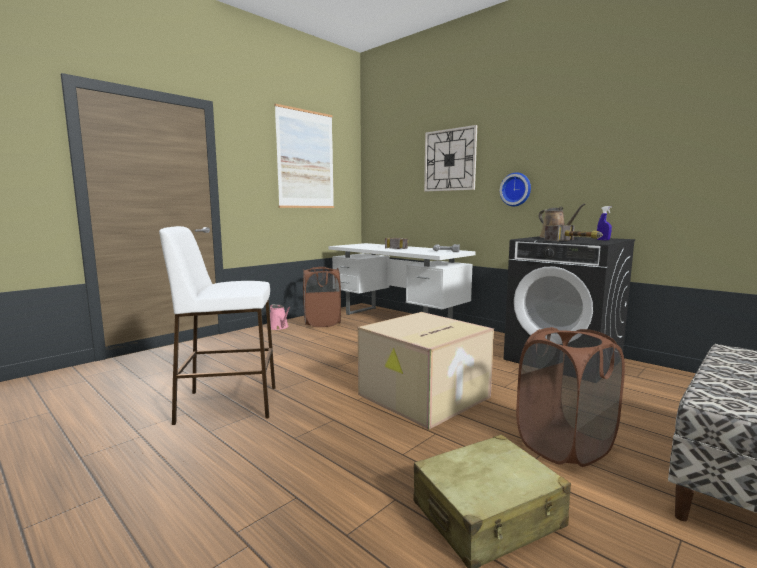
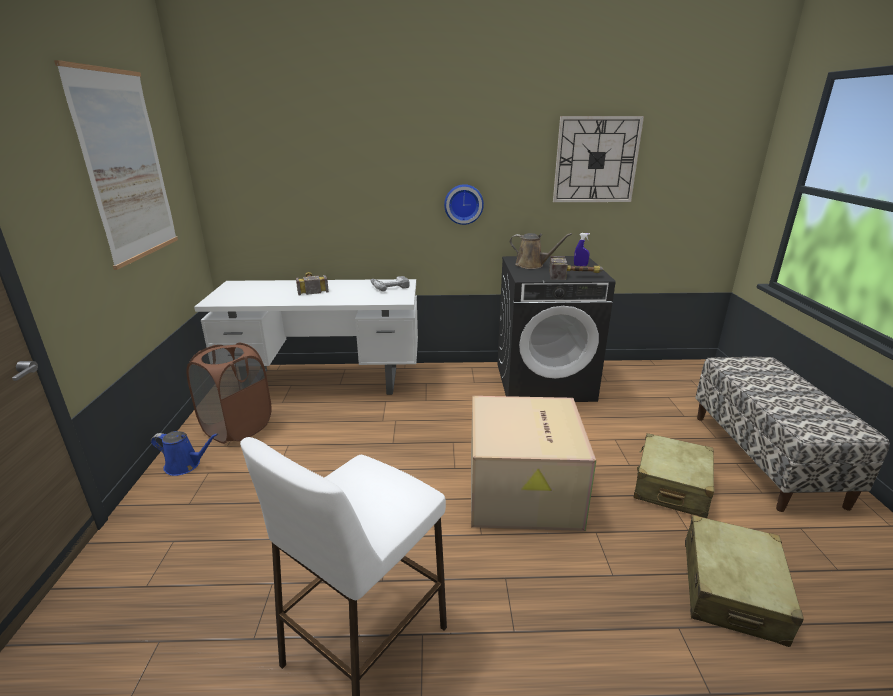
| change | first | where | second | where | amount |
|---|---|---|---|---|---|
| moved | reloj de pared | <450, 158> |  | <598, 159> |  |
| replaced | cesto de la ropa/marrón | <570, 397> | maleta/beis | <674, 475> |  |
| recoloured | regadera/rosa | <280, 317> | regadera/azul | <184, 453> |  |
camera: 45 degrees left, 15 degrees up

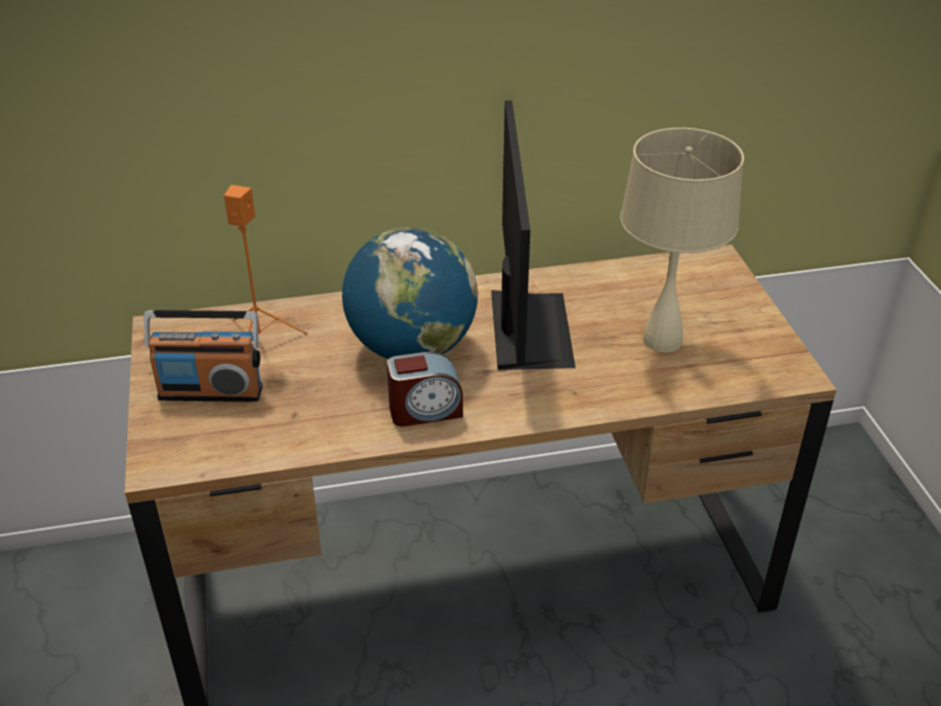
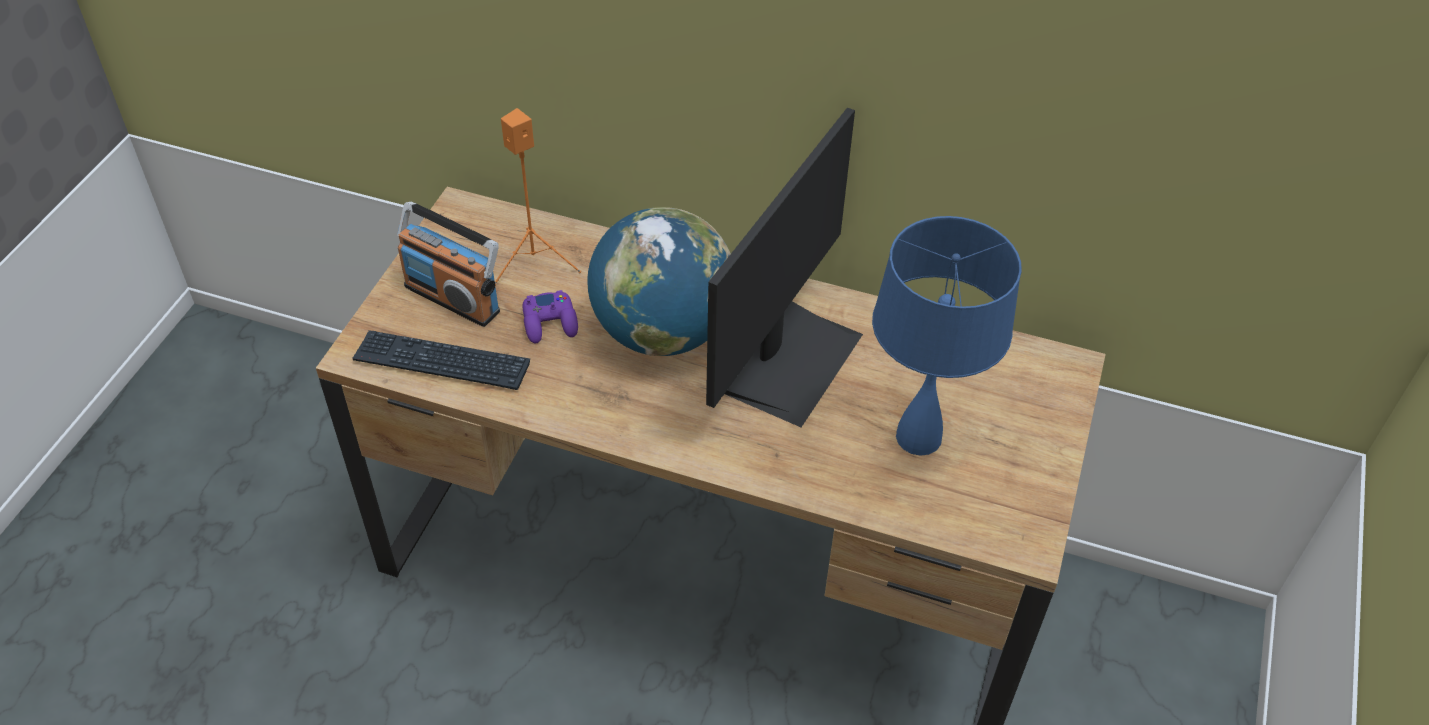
| change | first | where | second | where | amount |
|---|---|---|---|---|---|
| removed | despertador | <425, 389> |  |  |  |
| added |  |  | teclado | <441, 360> |  |
| added |  |  | mando de consola/morado | <550, 316> |  |
| recoloured | lámpara de mesa/beis | <682, 240> | lámpara de mesa/azul | <947, 336> |  |
camera: 30 degrees right, 10 degrees up

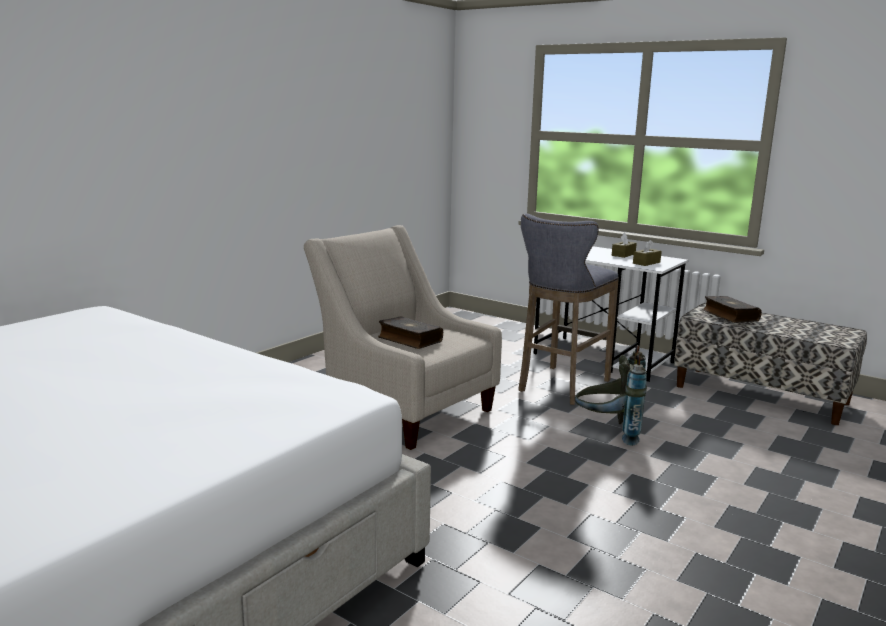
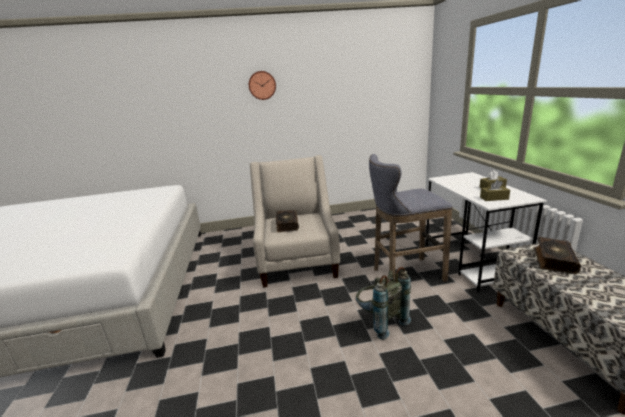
| change | first | where | second | where | amount |
|---|---|---|---|---|---|
| added |  |  | reloj de pared | <262, 85> |  |
camera: 45 degrees right, 5 degrees up

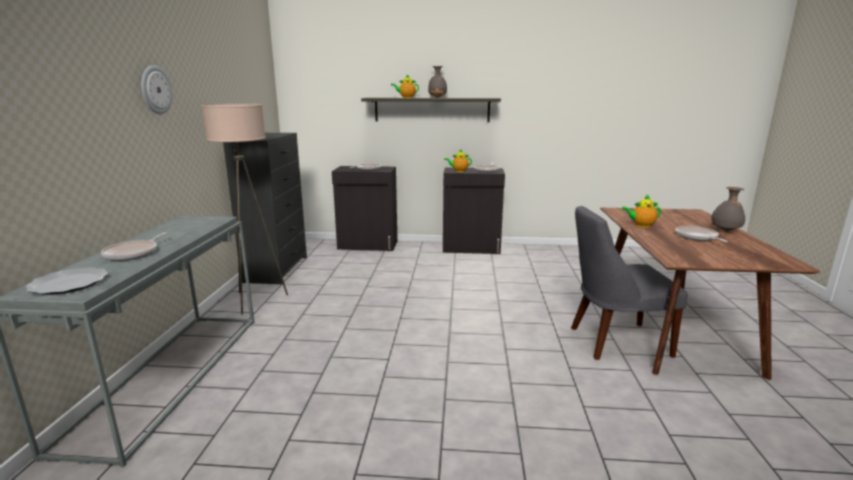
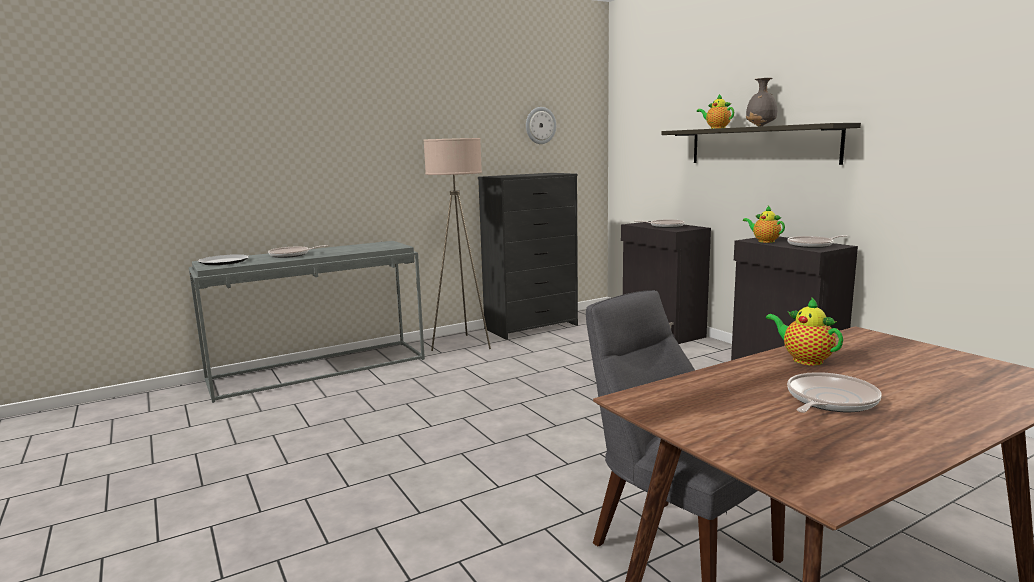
| change | first | where | second | where | amount |
|---|---|---|---|---|---|
| removed | florero/gris | <728, 209> |  |  |  |
| moved | reloj de pared | <156, 89> |  | <541, 125> |  |
camera: 55 degrees right, 5 degrees down

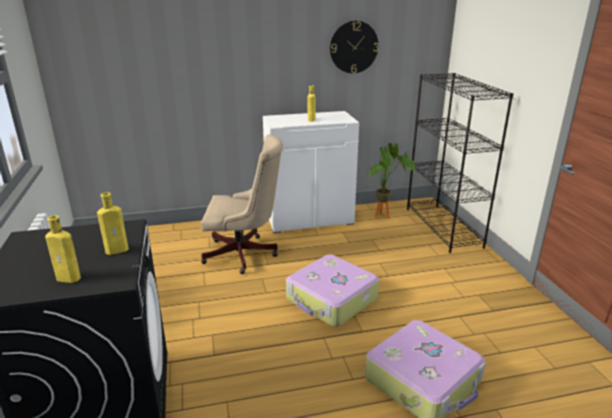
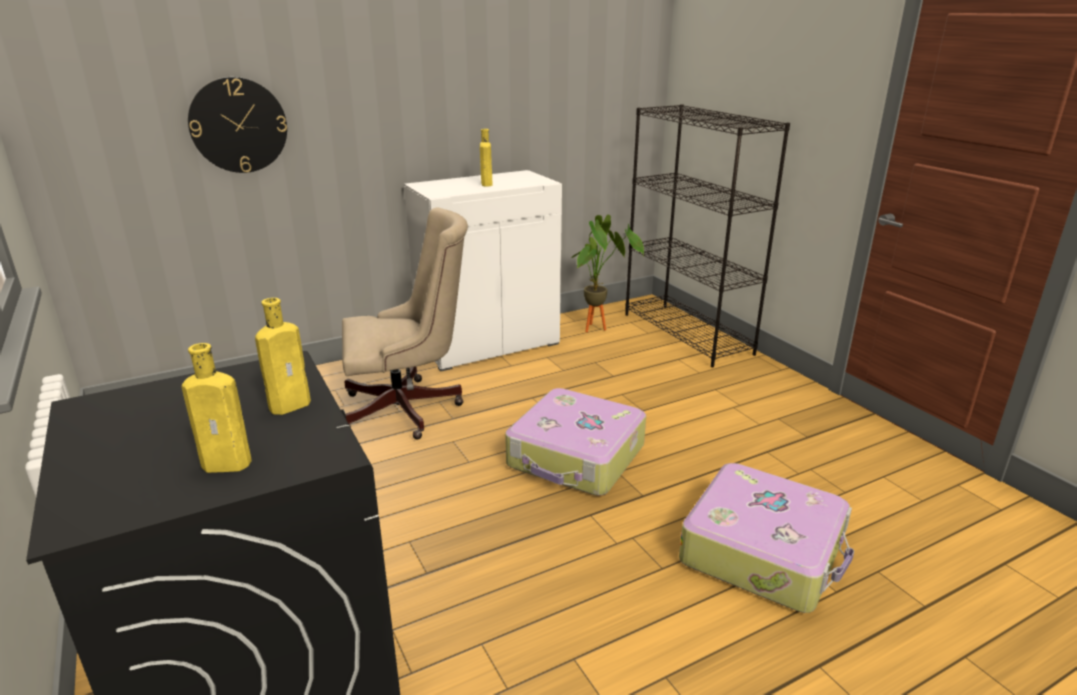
| change | first | where | second | where | amount |
|---|---|---|---|---|---|
| moved | reloj de pared | <354, 47> |  | <237, 125> |  |
camera: 15 degrees left, 0 degrees up

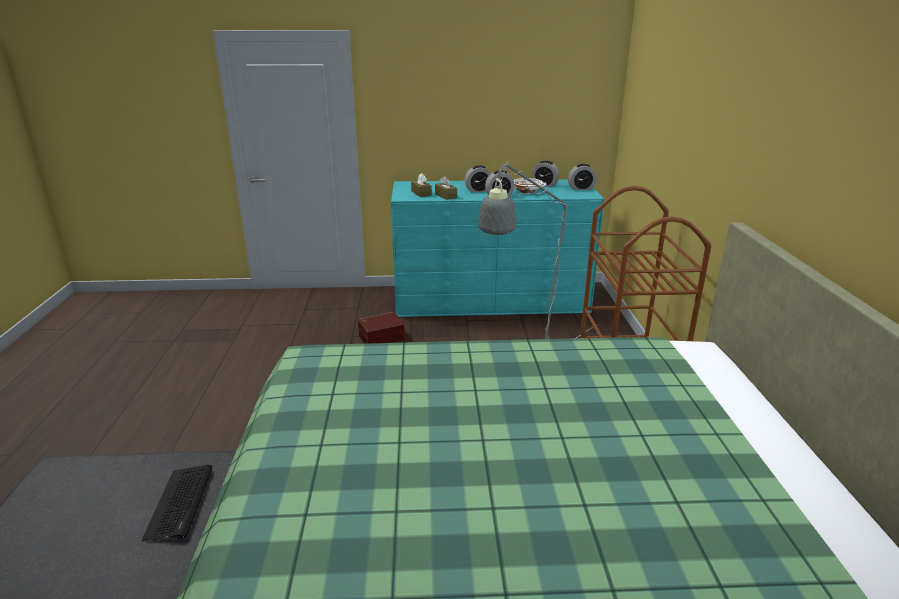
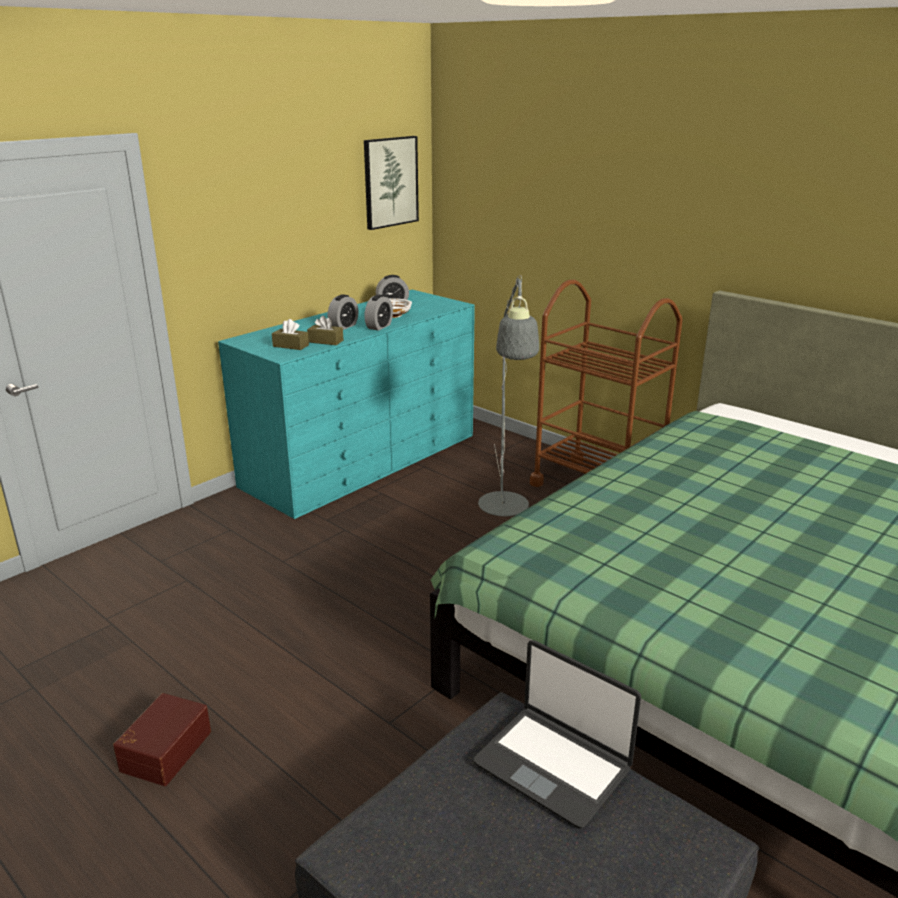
| change | first | where | second | where | amount |
|---|---|---|---|---|---|
| removed | despertador | <582, 177> |  |  |  |
| added |  |  | cuadro | <391, 183> |  |
| moved | caja de almacenaje/marrón | <381, 328> |  | <162, 739> |  |
| replaced | teclado | <177, 503> | portátil | <557, 734> |  |
camera: 45 degrees left, 0 degrees up

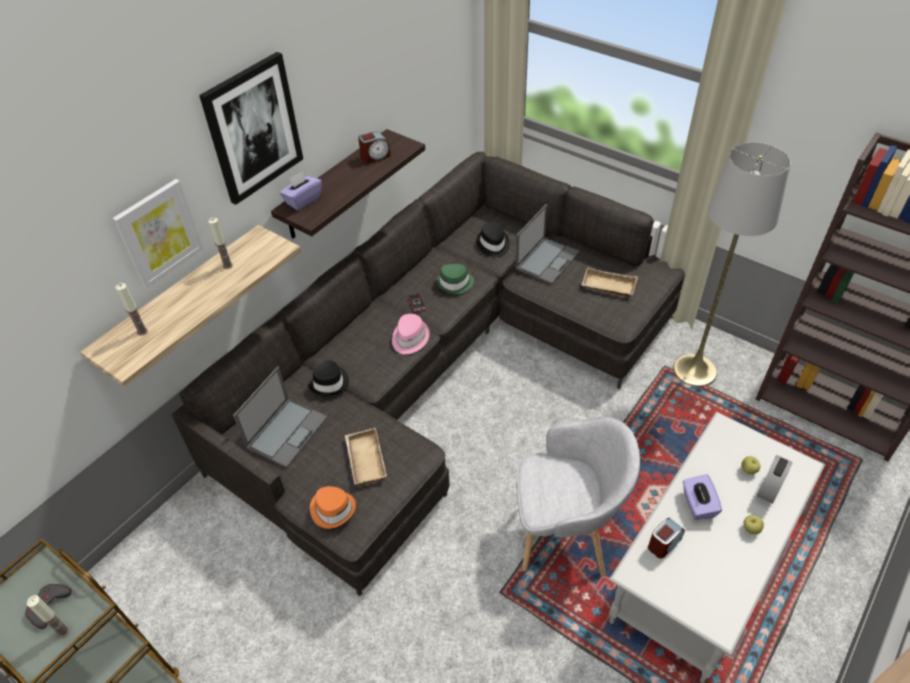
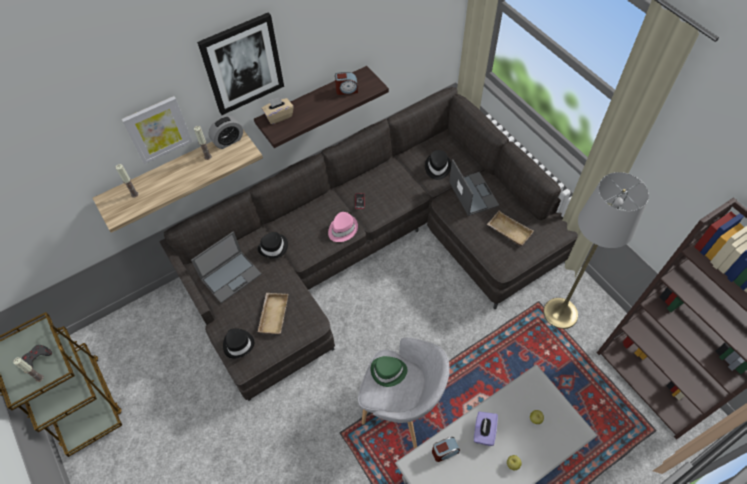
| change | first | where | second | where | amount |
|---|---|---|---|---|---|
| moved | sombrero/verde | <454, 279> |  | <389, 371> |  |
| moved | despertador | <775, 479> |  | <225, 132> |  |
| recoloured | caja de pañuelos/morado | <301, 191> | caja de pañuelos/beis | <278, 110> |  |
| recoloured | sombrero/naranja | <333, 507> | sombrero/negro | <238, 344> |  |
| turned | portátil | <547, 244> |  | <474, 187> | 75 degrees counterclockwise |
camera: 20 degrees right, 10 degrees up

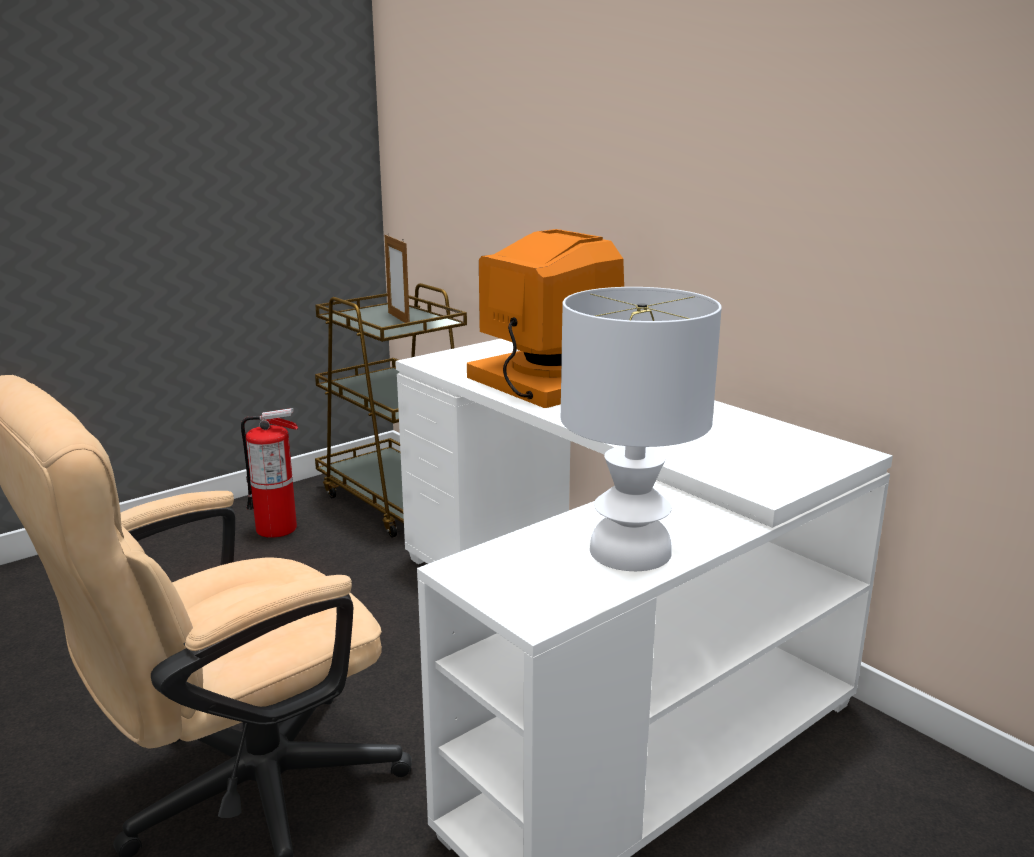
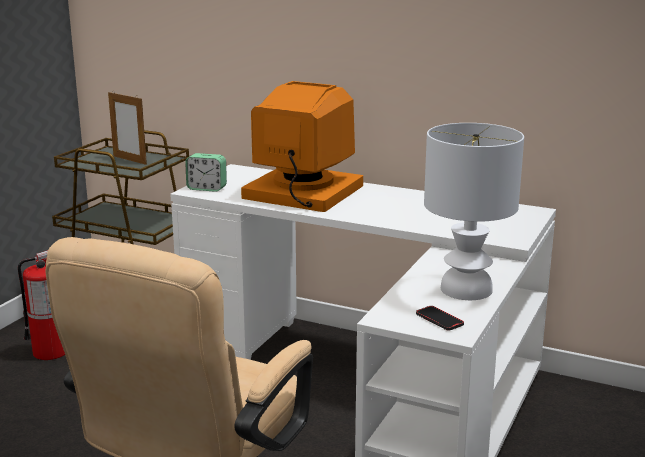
| change | first | where | second | where | amount |
|---|---|---|---|---|---|
| added |  |  | despertador | <206, 172> |  |
| added |  |  | móvil | <440, 318> |  |
camera: 25 degrees left, 0 degrees up

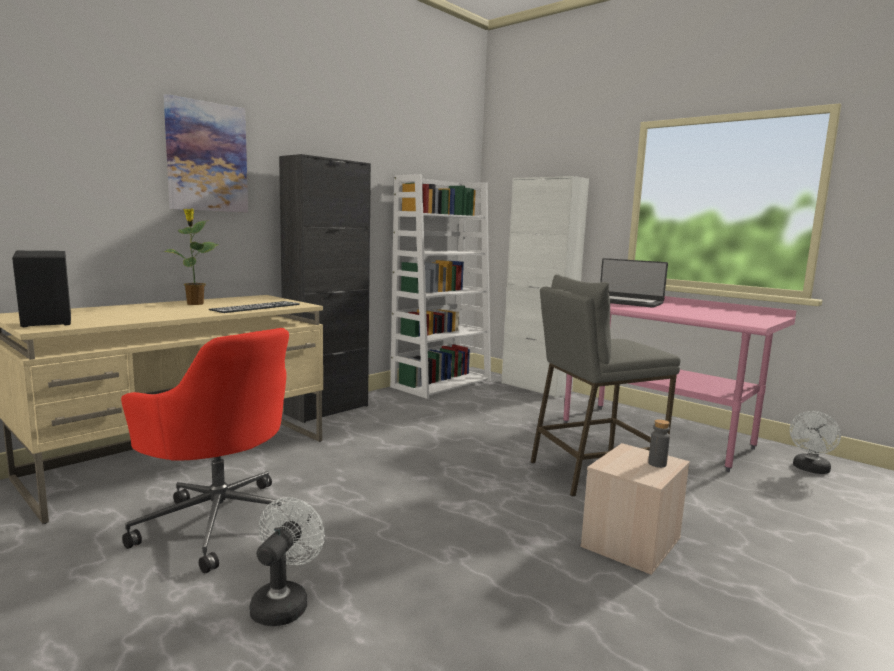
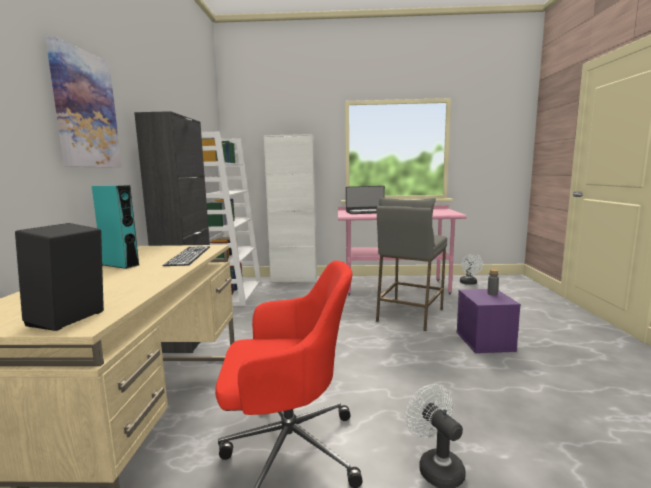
| change | first | where | second | where | amount |
|---|---|---|---|---|---|
| replaced | planta en maceta | <191, 256> | altavoz/turquesa | <115, 227> |  |
| recoloured | caja de almacenaje/beis | <635, 509> | caja de almacenaje/morado | <488, 321> |  |
camera: 40 degrees left, 0 degrees up

